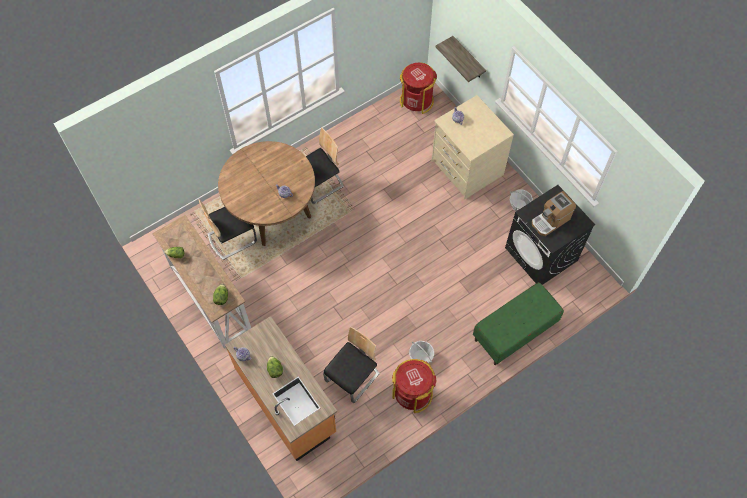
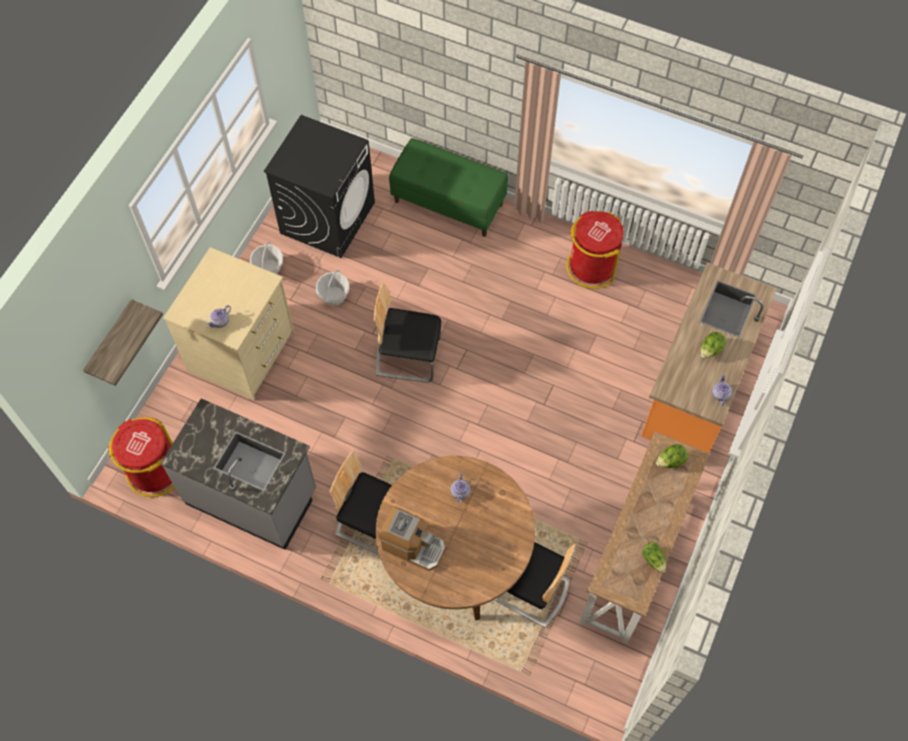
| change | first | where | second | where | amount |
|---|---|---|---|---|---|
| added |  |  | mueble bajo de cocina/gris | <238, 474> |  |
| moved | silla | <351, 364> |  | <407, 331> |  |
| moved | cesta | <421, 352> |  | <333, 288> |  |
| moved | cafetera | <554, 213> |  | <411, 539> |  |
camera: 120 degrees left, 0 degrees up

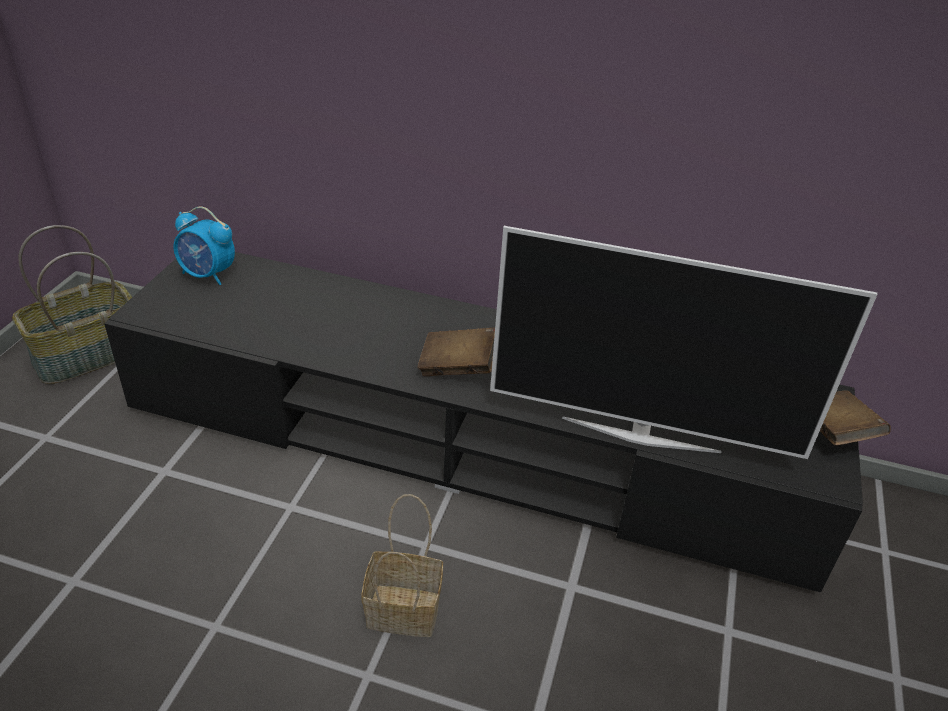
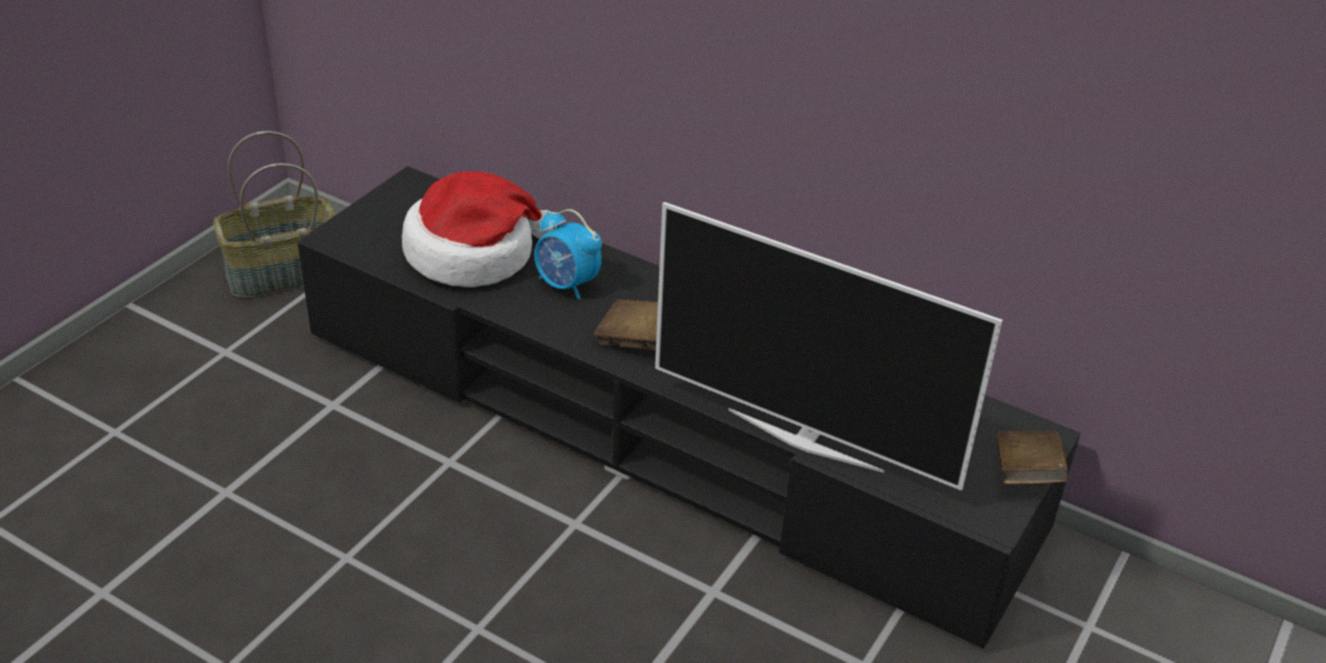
| change | first | where | second | where | amount |
|---|---|---|---|---|---|
| removed | cesta | <402, 565> |  |  |  |
| added |  |  | sombrero | <479, 229> |  |
| moved | despertador | <204, 245> |  | <568, 254> |  |
camera: 15 degrees right, 0 degrees up

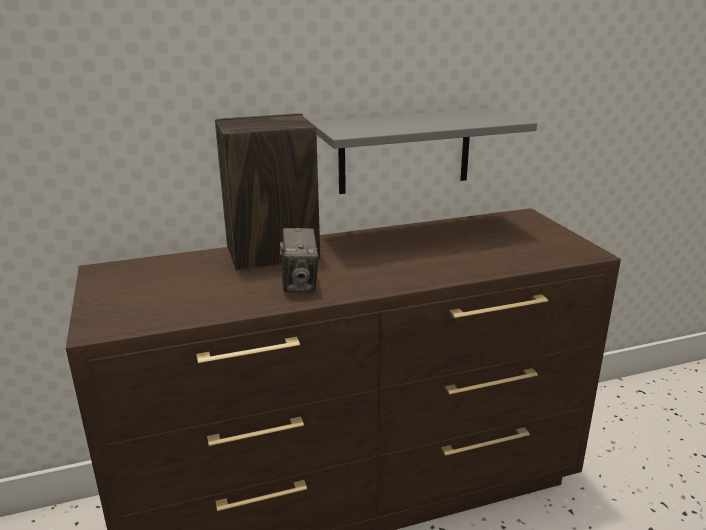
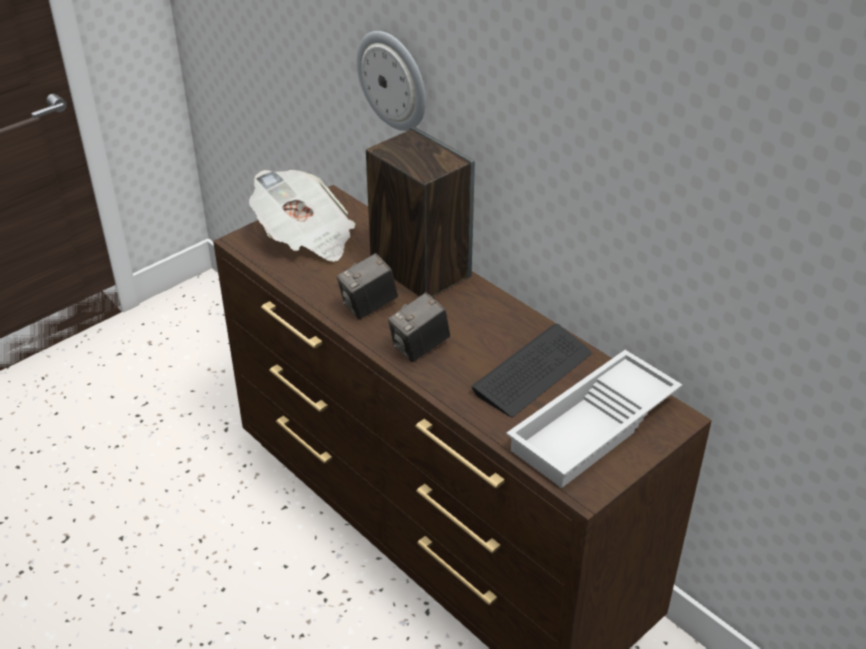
| change | first | where | second | where | amount |
|---|---|---|---|---|---|
| removed | estante/gris | <424, 151> |  |  |  |
| added |  |  | periódico | <302, 216> |  |
| added |  |  | reloj de pared | <391, 81> |  |
| added |  |  | cámara | <419, 327> |  |
| added |  |  | teclado | <531, 370> |  |
| added |  |  | bandeja/blanco | <594, 419> |  |
camera: 65 degrees right, 15 degrees up

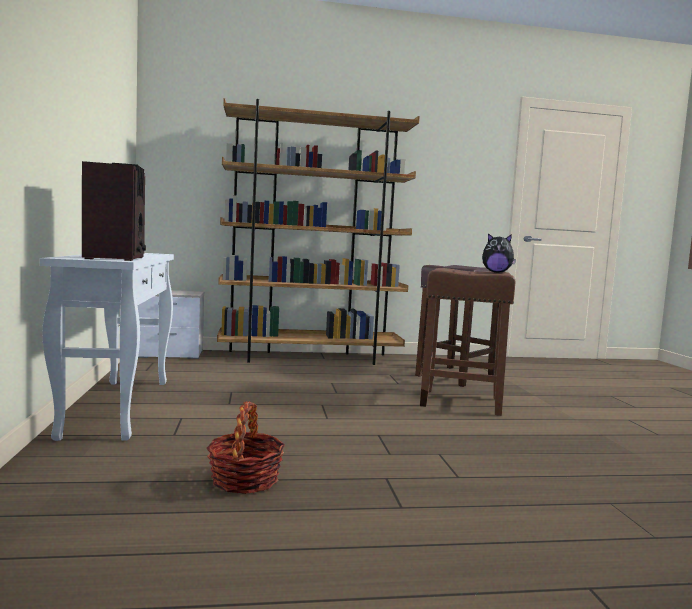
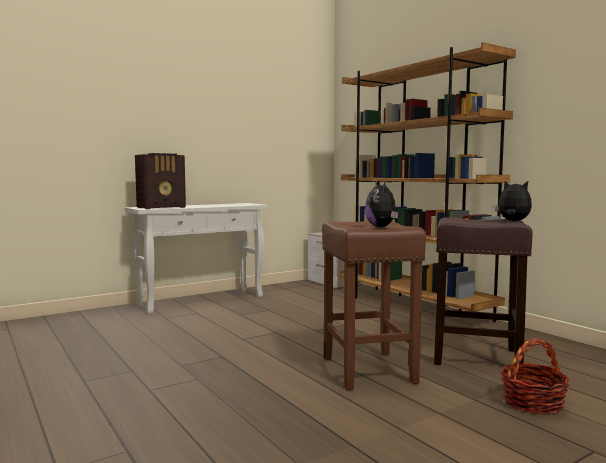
| change | first | where | second | where | amount |
|---|---|---|---|---|---|
| added |  |  | peluche | <512, 201> |  |
| moved | cesta | <245, 448> |  | <535, 376> |  |
camera: 65 degrees right, 0 degrees up

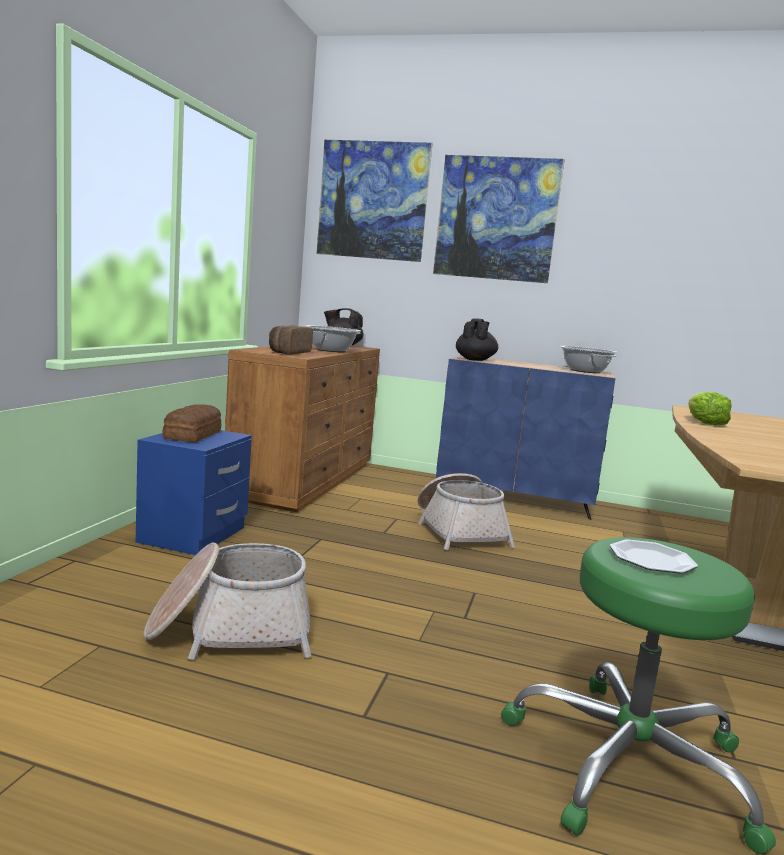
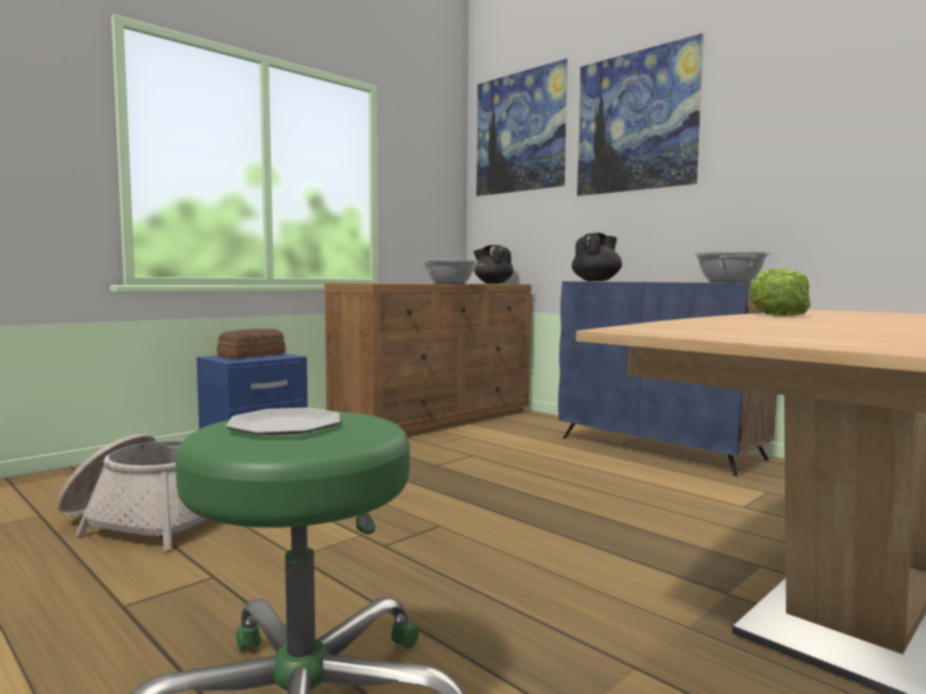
| change | first | where | second | where | amount |
|---|---|---|---|---|---|
| removed | pan | <291, 339> |  |  |  |
| removed | cesta | <466, 512> |  |  |  |
camera: 30 degrees right, 5 degrees down

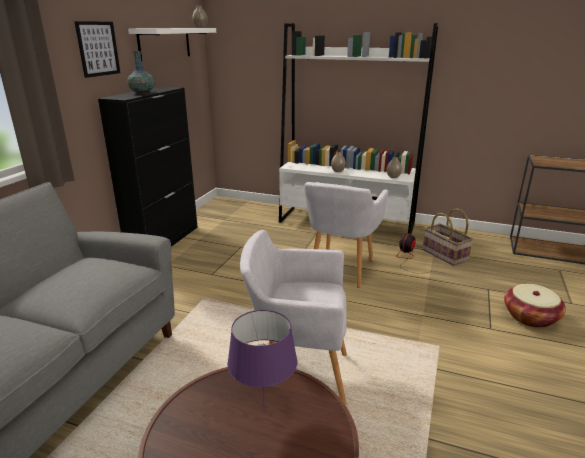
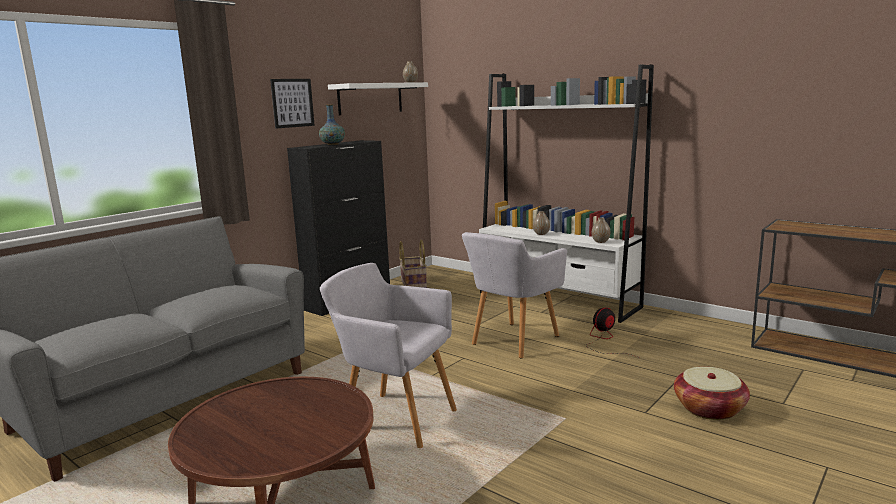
| change | first | where | second | where | amount |
|---|---|---|---|---|---|
| removed | lámpara de mesa/morado | <262, 360> |  |  |  |
| moved | cesta | <447, 237> |  | <413, 264> |  |
camera: 20 degrees right, 10 degrees down

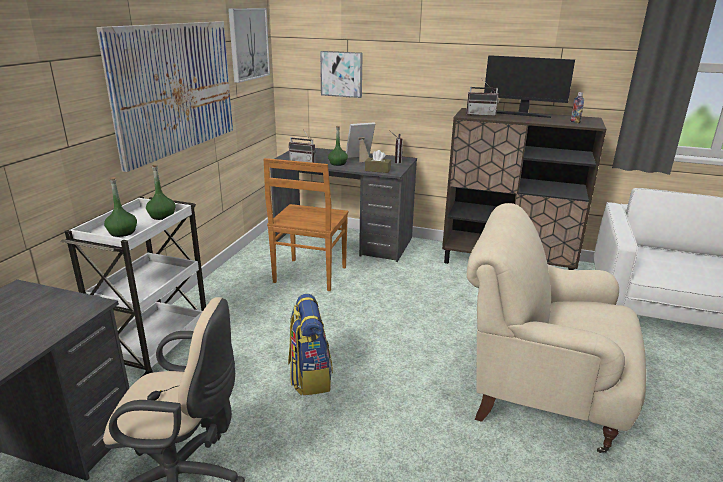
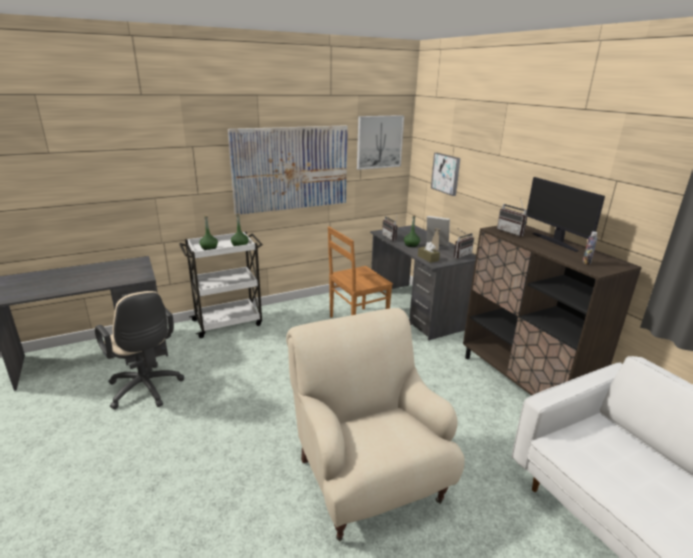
| change | first | where | second | where | amount |
|---|---|---|---|---|---|
| removed | mochila | <310, 344> |  |  |  |
camera: 45 degrees right, 0 degrees up

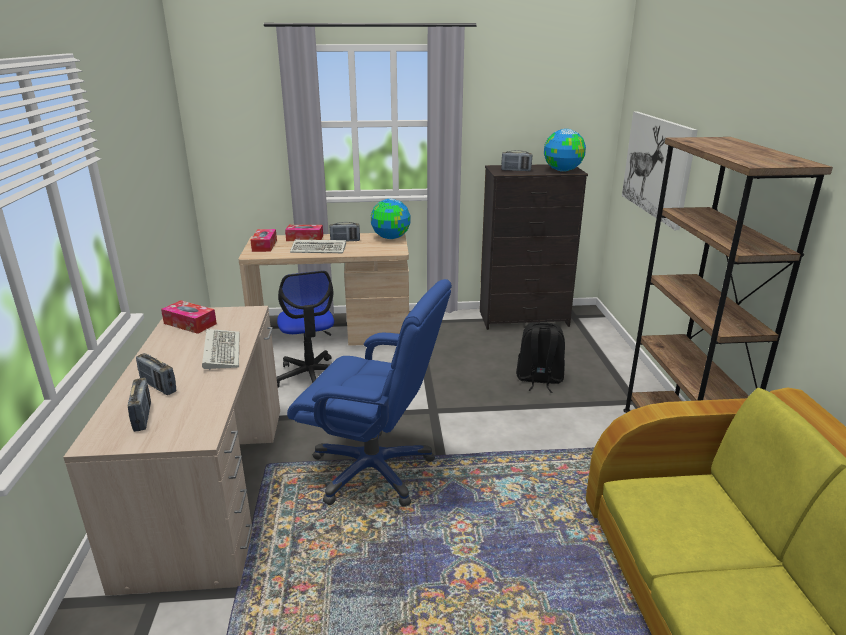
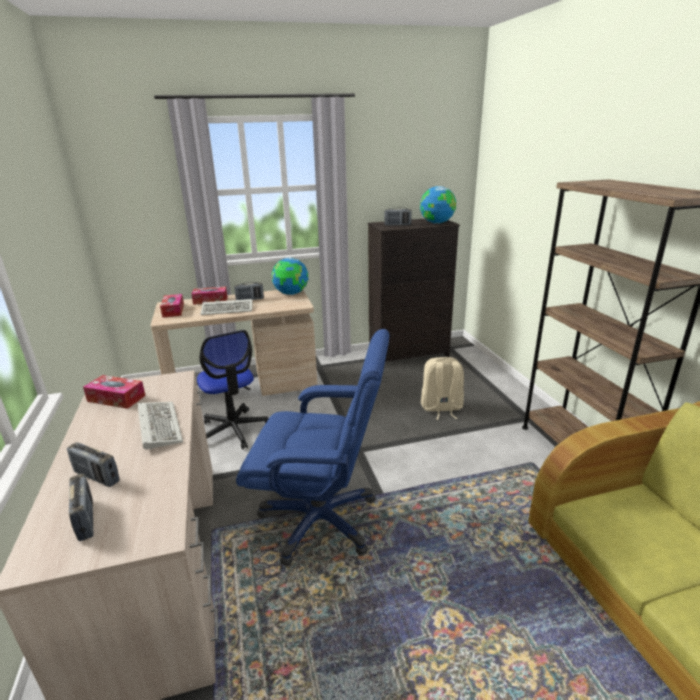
| change | first | where | second | where | amount |
|---|---|---|---|---|---|
| removed | cuadro | <660, 170> |  |  |  |
| recoloured | mochila/negro | <540, 357> | mochila/beis | <442, 388> |  |
camera: 10 degrees left, 0 degrees up

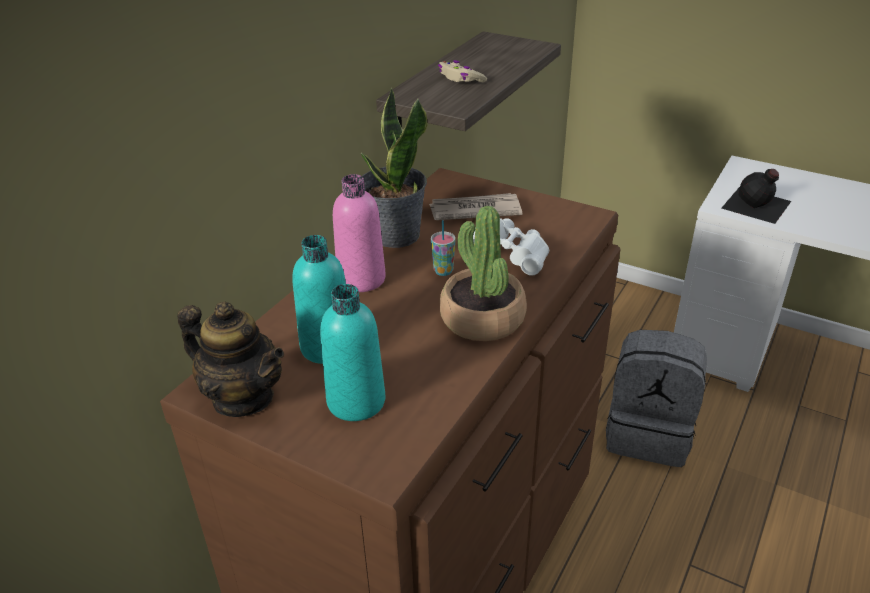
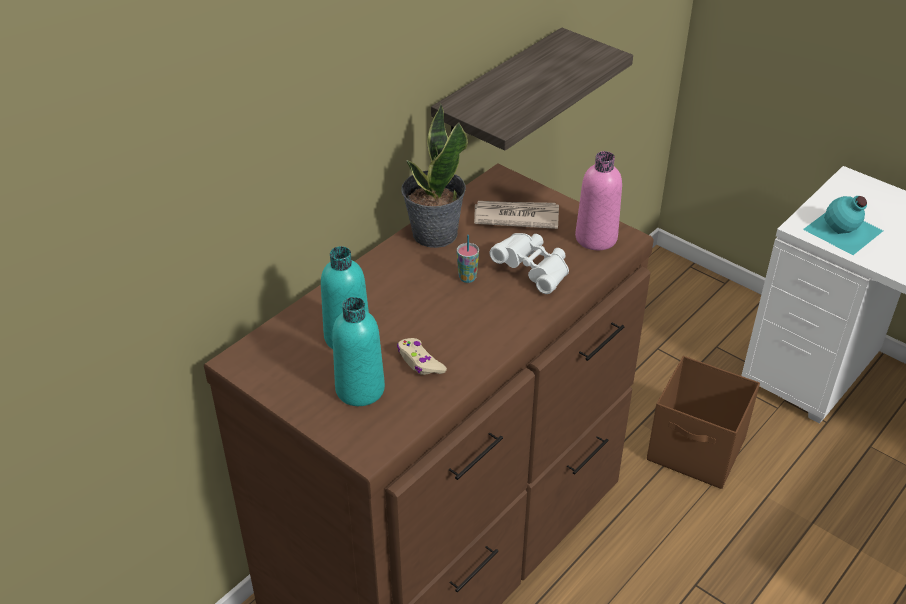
| change | first | where | second | where | amount |
|---|---|---|---|---|---|
| removed | tetera | <230, 359> |  |  |  |
| removed | planta en maceta | <483, 273> |  |  |  |
| moved | botella/rosa | <359, 233> |  | <598, 200> |  |
| moved | mando de consola/beis | <462, 71> |  | <422, 356> |  |
| replaced | mochila/gris | <656, 398> | caja de almacenaje/marrón | <703, 422> |  |
| recoloured | botella/negro | <756, 196> | botella/turquesa | <843, 225> |  |
camera: 10 degrees right, 5 degrees up

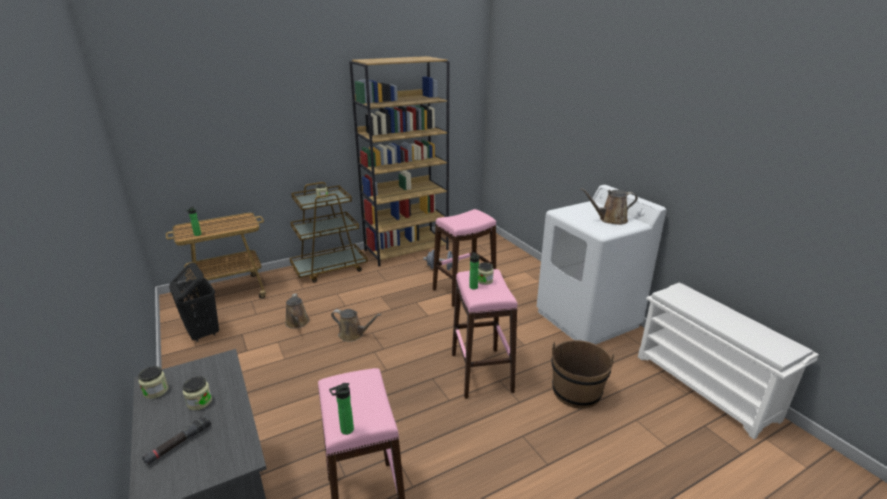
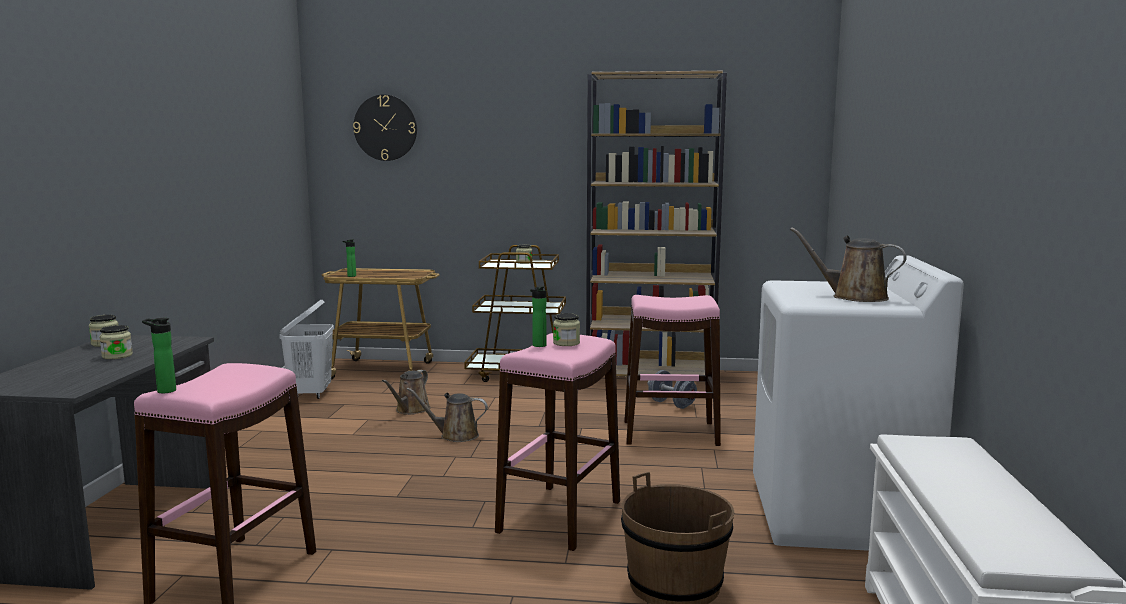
| change | first | where | second | where | amount |
|---|---|---|---|---|---|
| removed | linterna/negro | <176, 440> |  |  |  |
| added |  |  | reloj de pared | <385, 128> |  |
| recoloured | cesto de la ropa/negro | <194, 302> | cesto de la ropa/blanco | <306, 349> |  |
| turned | regadera/marrón | <356, 325> |  | <447, 415> | 135 degrees clockwise |
camera: 35 degrees right, 15 degrees down

